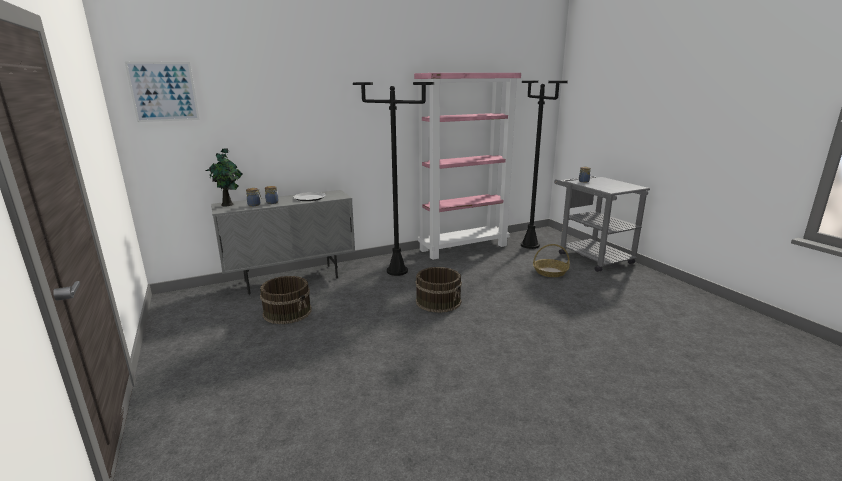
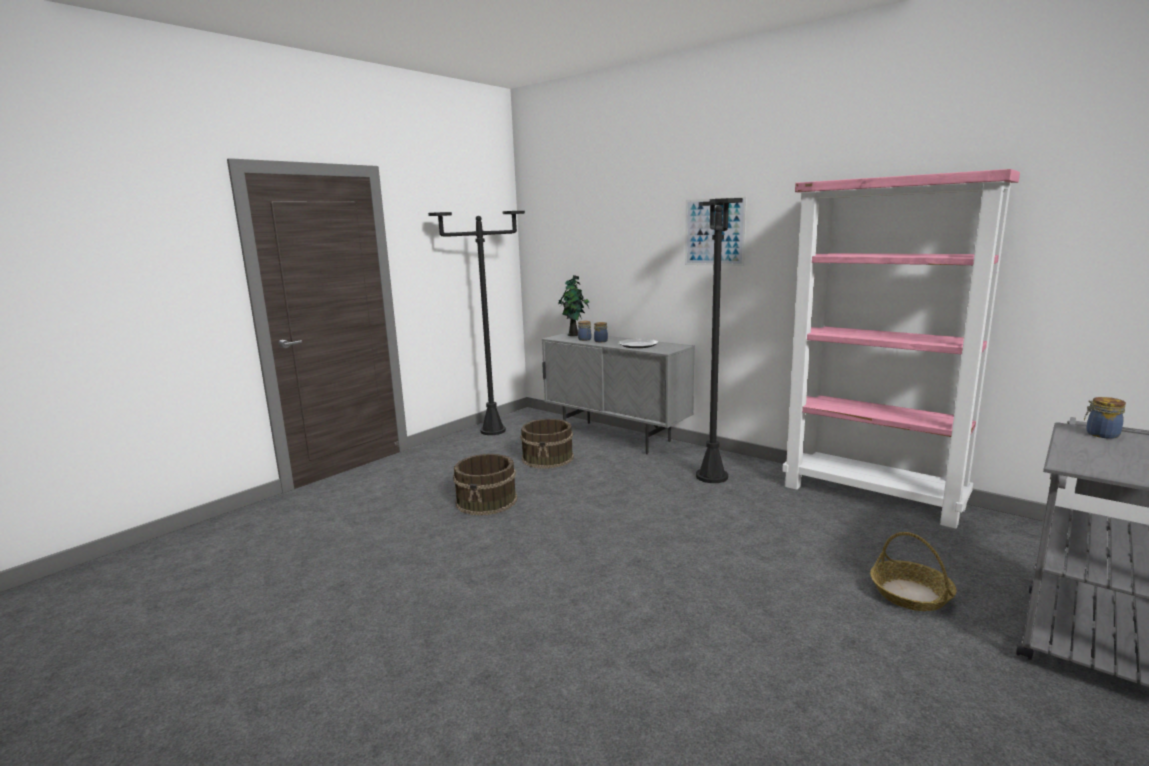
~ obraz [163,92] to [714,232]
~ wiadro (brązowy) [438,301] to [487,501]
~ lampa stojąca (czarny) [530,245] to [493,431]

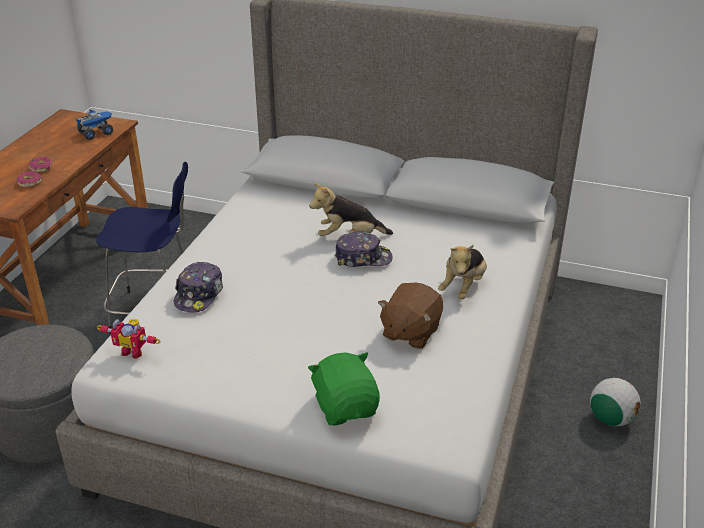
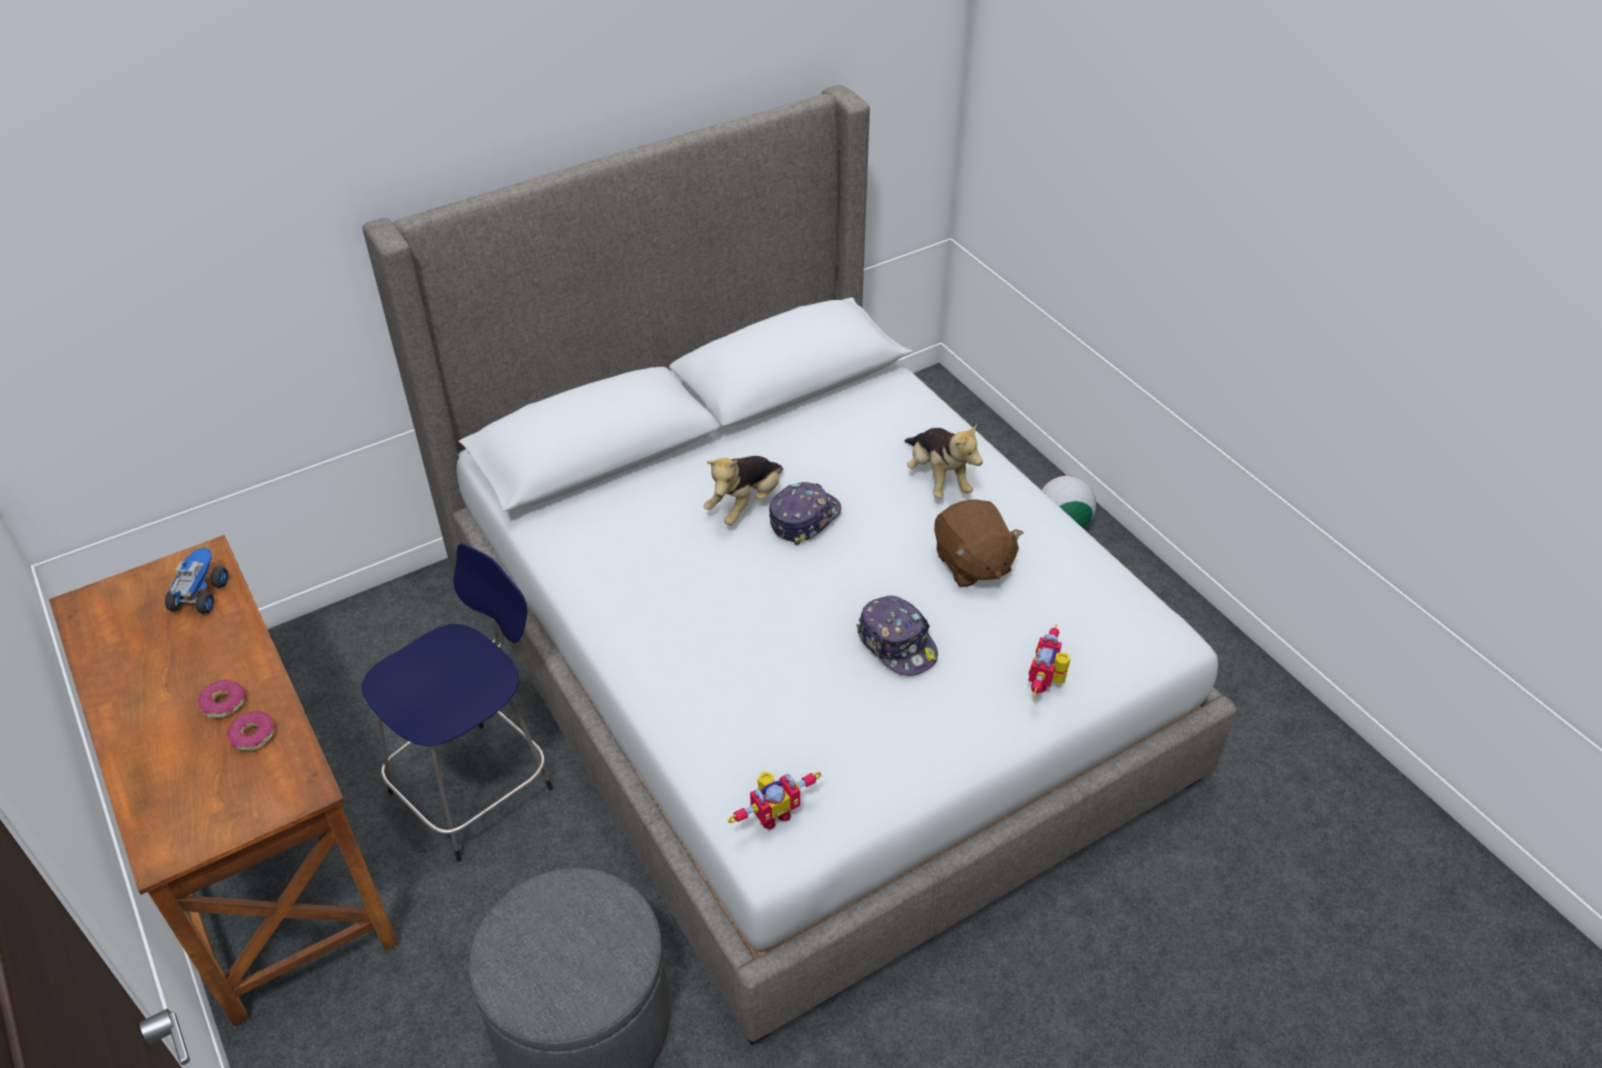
~ czapka z daszkiem [199,294] to [897,644]
~ pluszak (zielony) [346,407] to robot zabawkowy [1046,683]

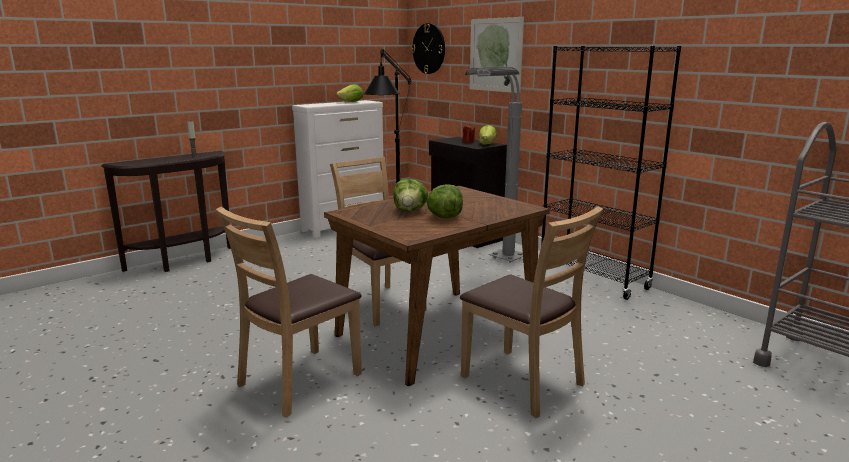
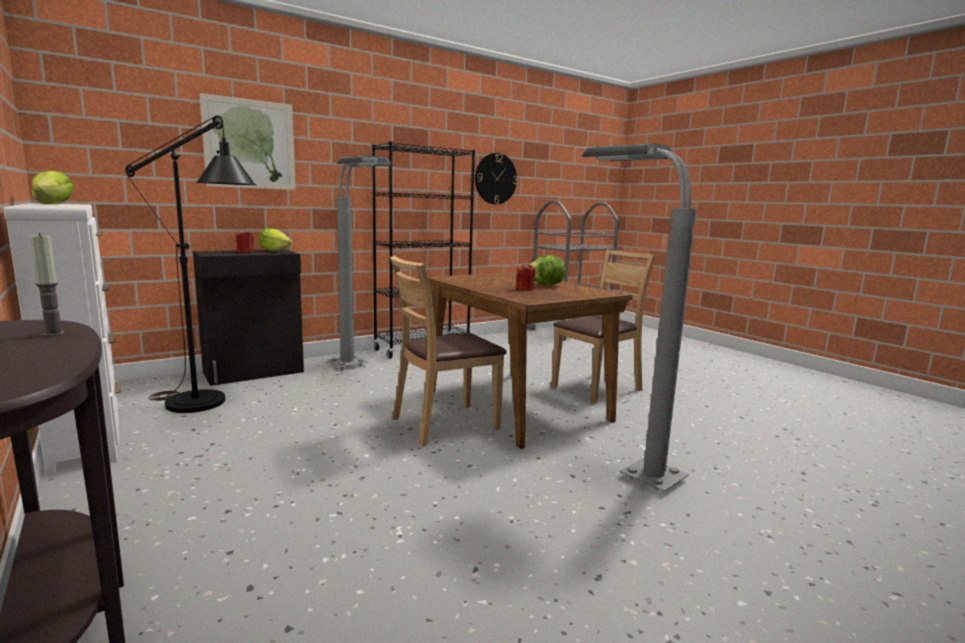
~ zegar ścienny [429,48] to [495,178]
~ krzesło (brązowy) [299,381] to lampa stojąca (szary) [622,466]
~ sałata [410,211] to świeca (czerwony) [525,289]

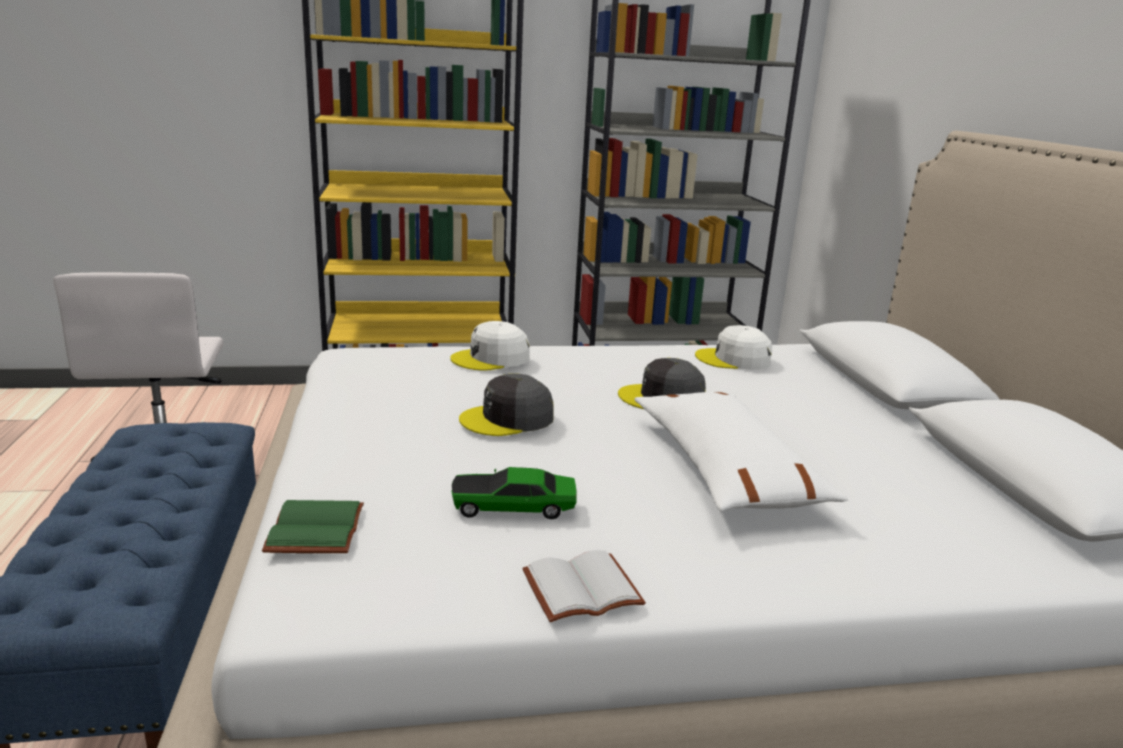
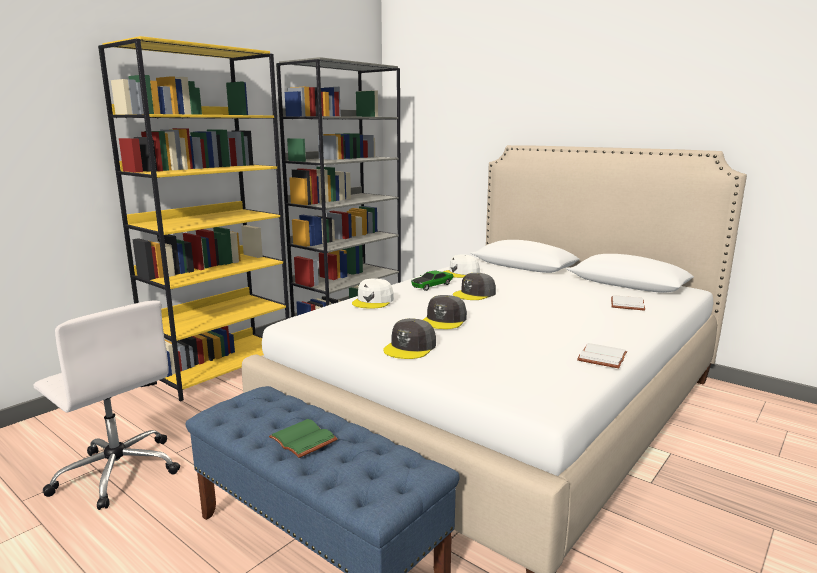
- poduszka (biały) [725,469]
+ czapka z daszkiem (szary) [410,347]
+ książka (biały) [626,304]
~ książka (zielony) [318,530] to [305,439]
~ samochodzik [513,507] to [432,286]

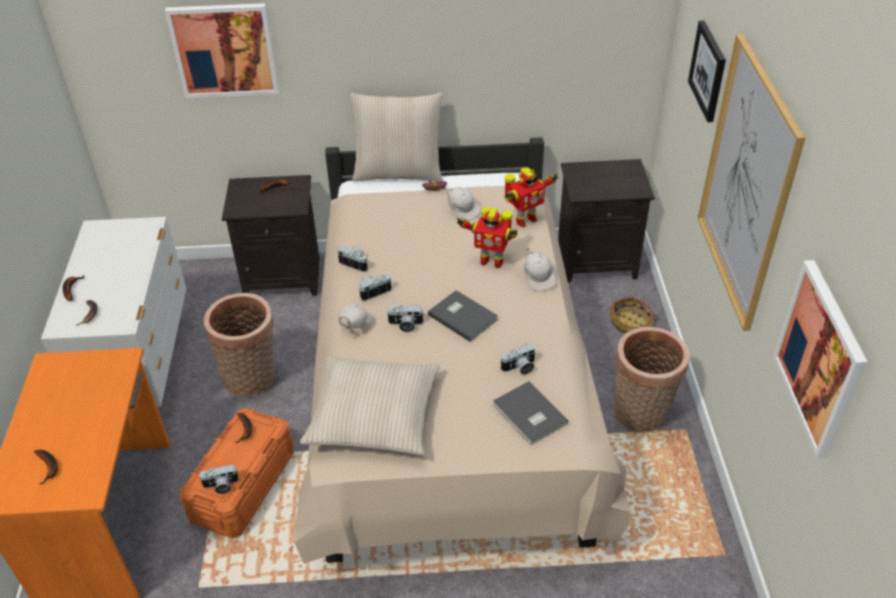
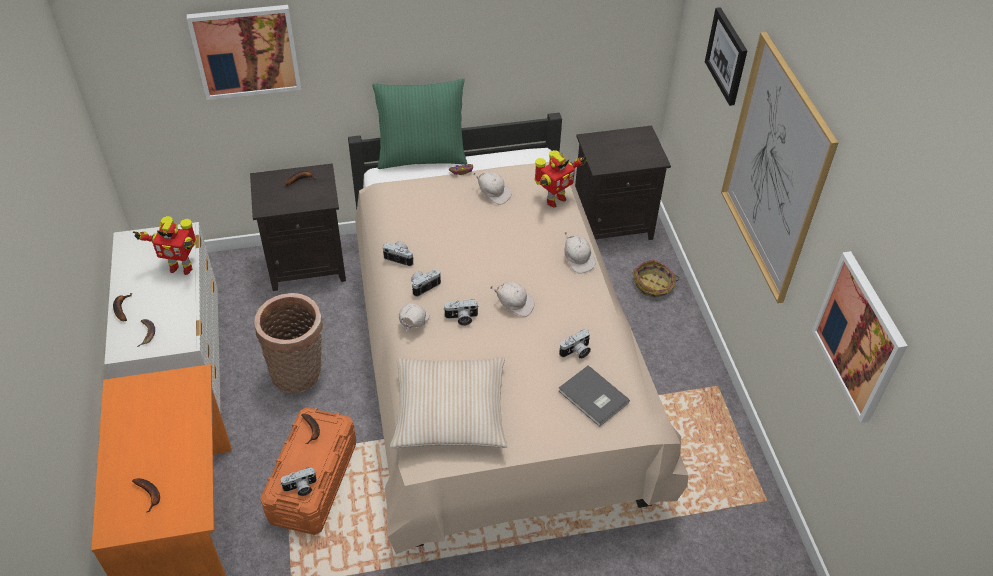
- koszyk [640,416]
~ robot zabawkowy [491,260] to [180,267]
~ książka (szary) [463,316] to czapka z daszkiem (biały) [514,304]
~ poduszka (beżowy) [398,173] to poduszka (zielony) [422,156]

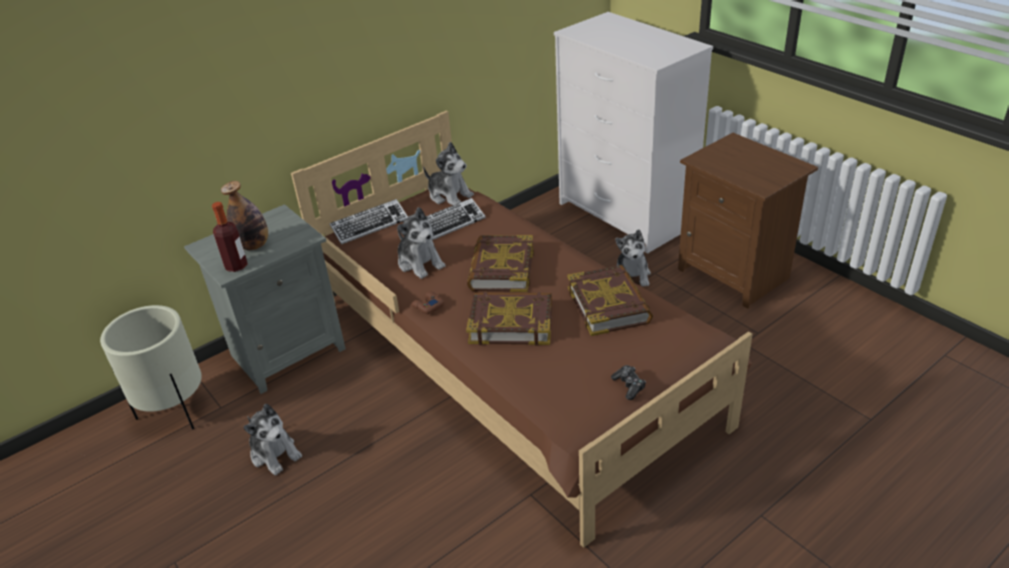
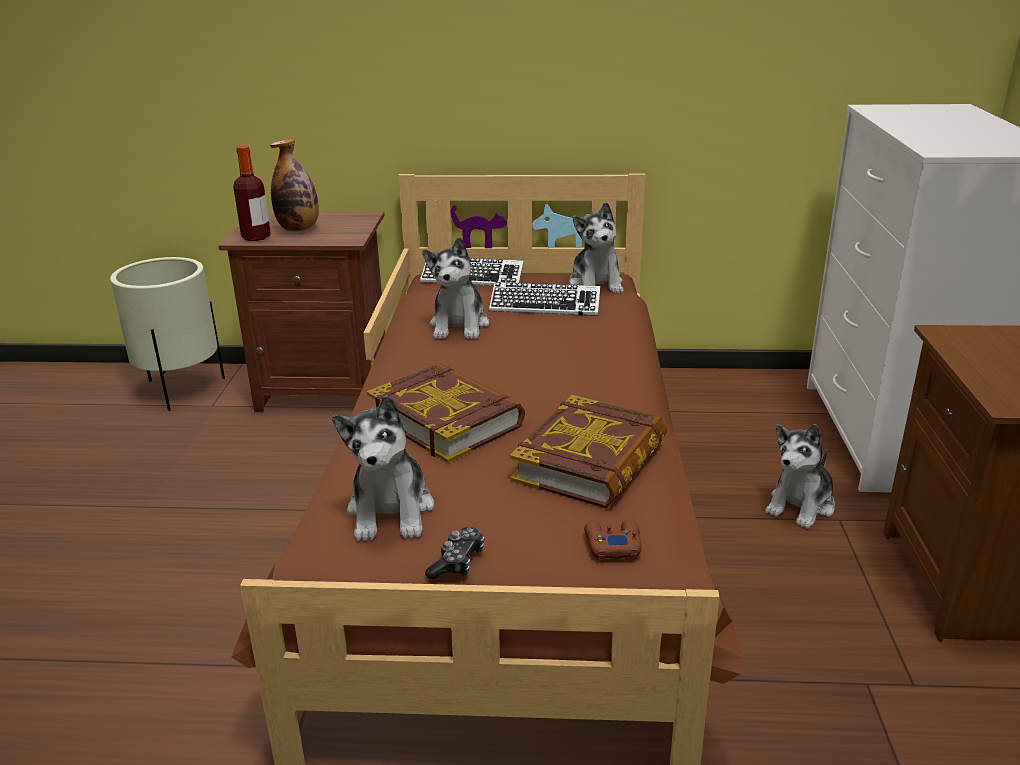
- książka [501,269]
~ pluszak [275,453] to [391,511]
~ pad do gier (brązowy) [427,306] to [612,544]
~ szafka nocna (szary) [286,351] to szafka nocna (brązowy) [326,389]

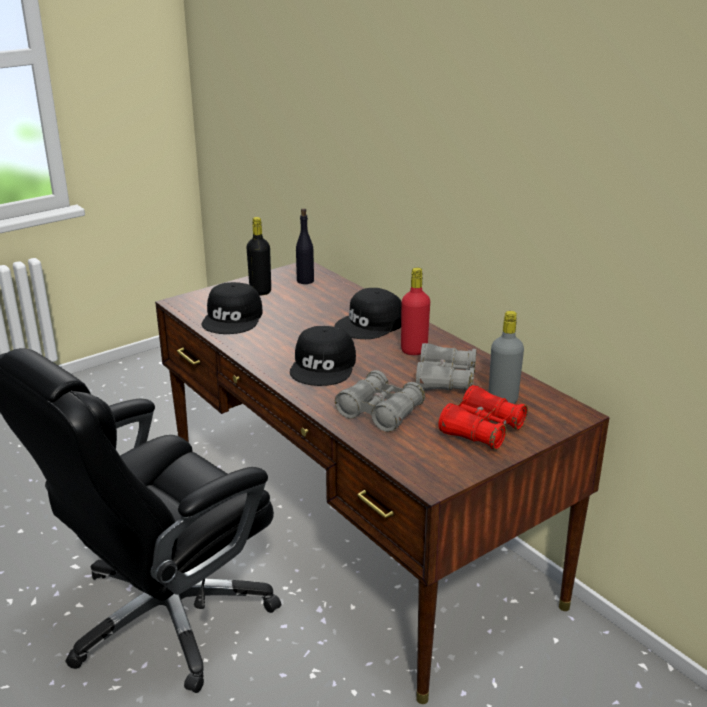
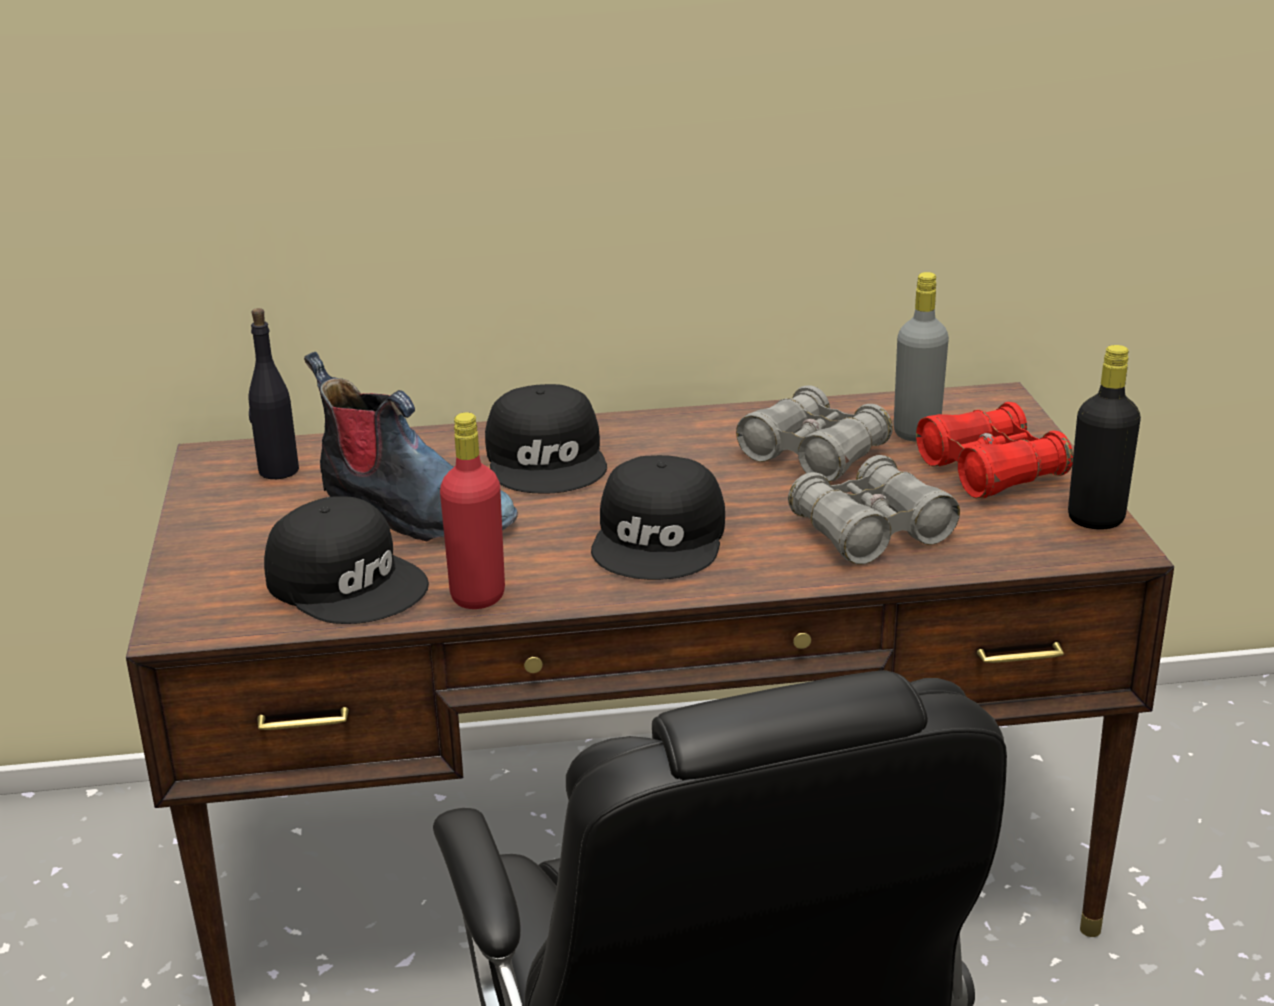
+ but z cholewką [412,513]
~ butelka (czarny) [260,291] to [1095,519]
~ butelka (czerwony) [414,350] to [478,596]
~ czapka z daszkiem (czarny) [324,366] = [661,539] 60 degrees clockwise

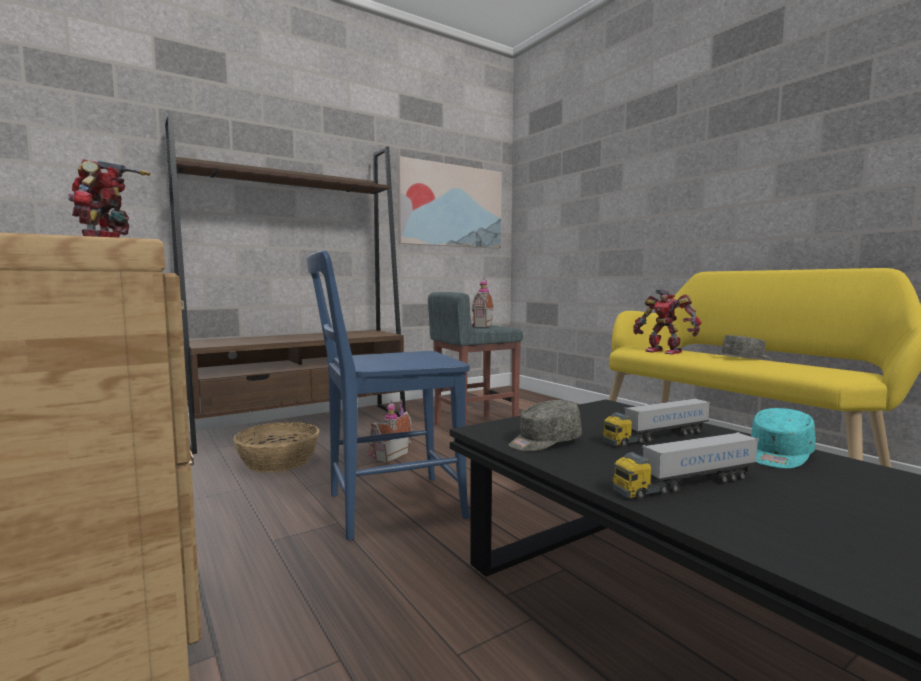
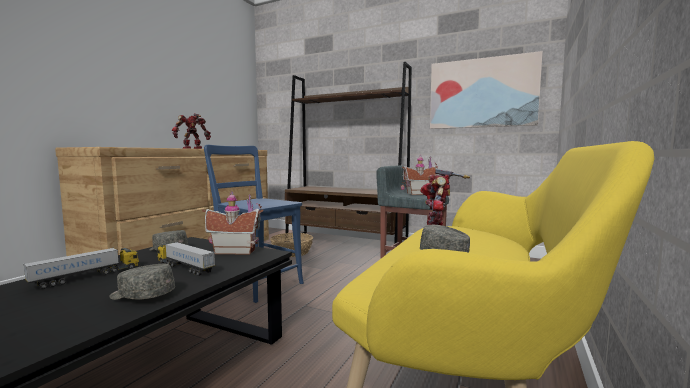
~ domek [389,456] to [235,251]
~ czapka z daszkiem (turkusowy) [779,455] to czapka z daszkiem (szary) [141,295]
~ ciężarówka zabawkowa [686,484] = [88,276] 90 degrees clockwise

